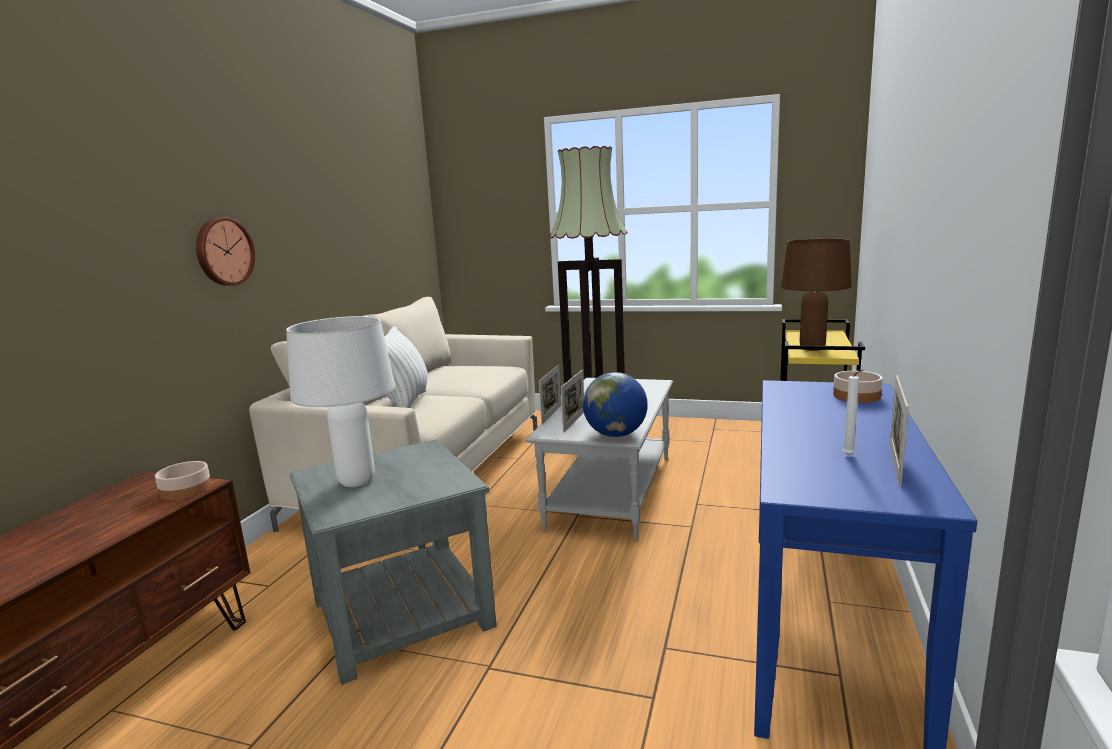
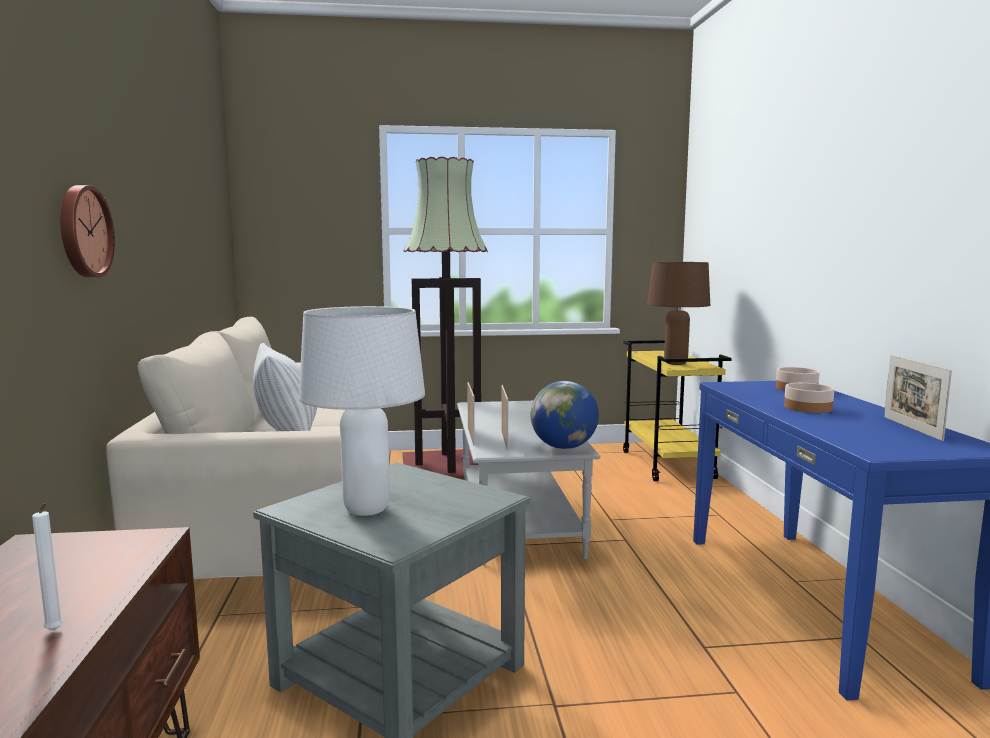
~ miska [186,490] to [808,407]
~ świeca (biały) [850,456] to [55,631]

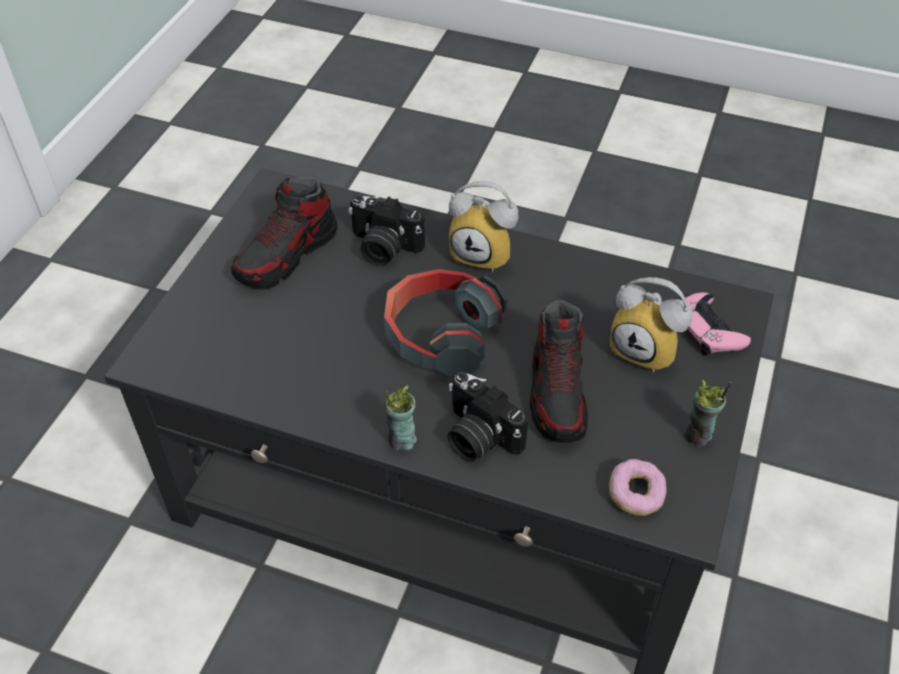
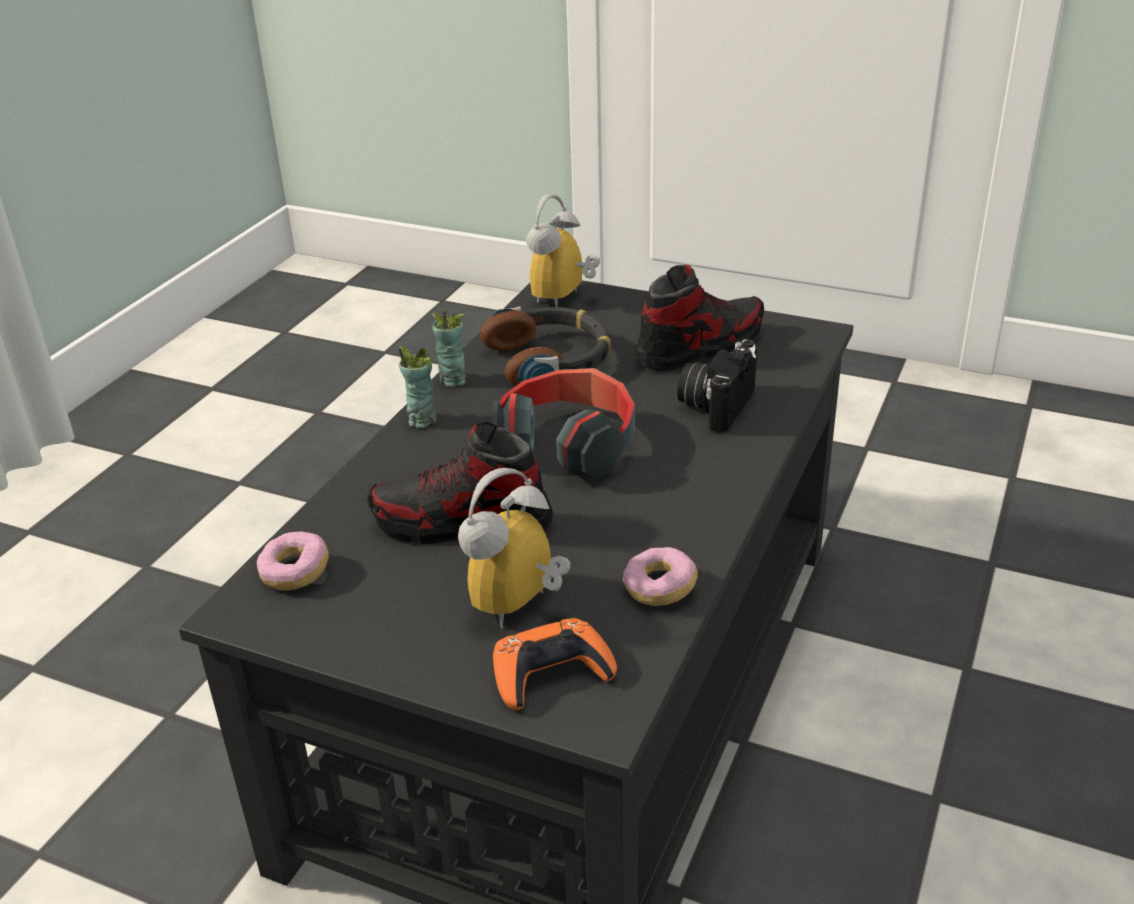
- aparat fotograficzny [477,437]
+ słuchawki [550,360]
+ donut [659,589]
~ budzik [484,253] to [565,299]
~ filiżanka [698,436] to [452,379]
~ pad do gier (różowy) [708,330] to pad do gier (pomarańczowy) [551,673]
~ but [287,255] = [699,347] 105 degrees clockwise

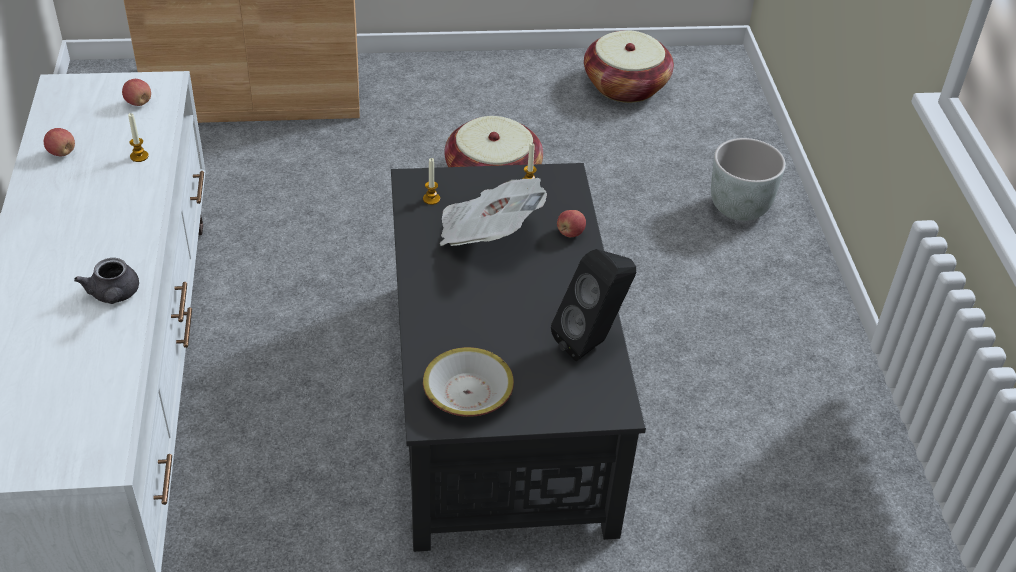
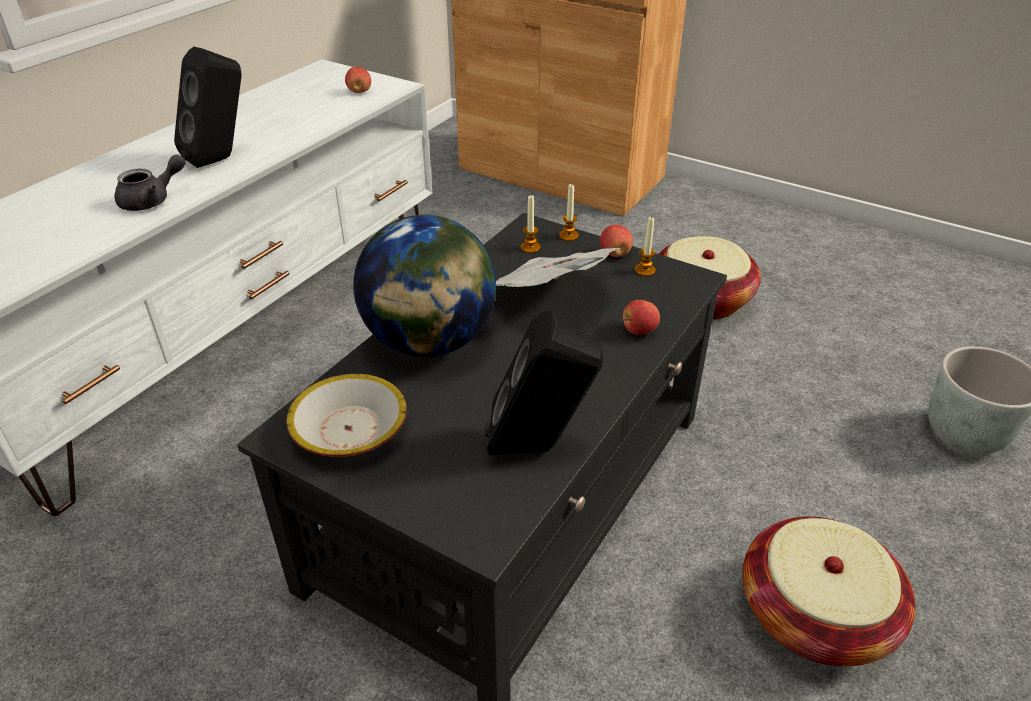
+ głośnik (czarny) [222,159]
+ globus [430,342]
~ jabłko [62,153] to [615,253]
~ świeca [139,156] to [568,236]
~ koszyk [625,86] to [814,615]
~ imbryk (szary) [114,295] = [152,200] 150 degrees counterclockwise

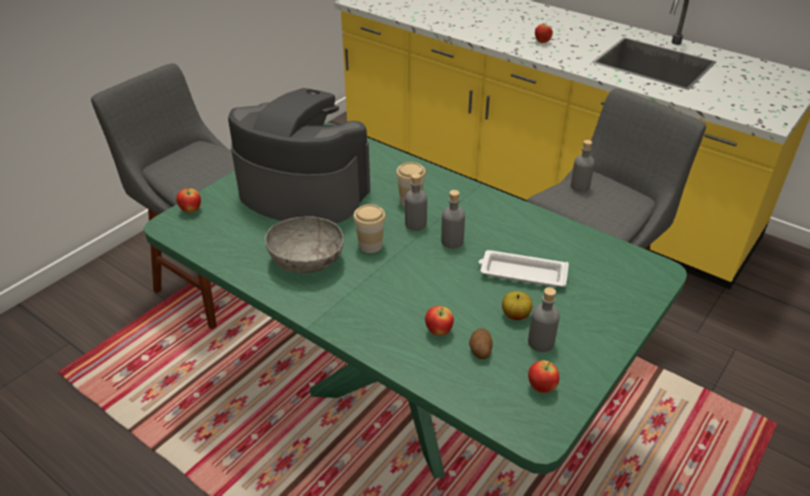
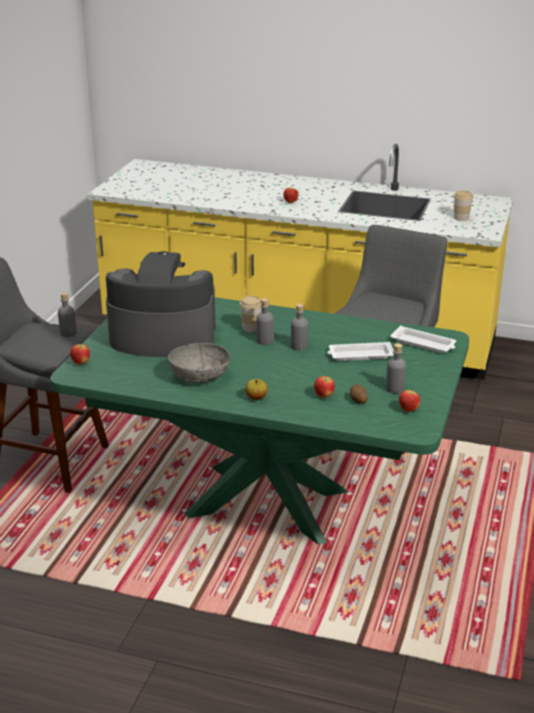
+ taca (biały) [424,344]
~ filiżanka [370,245] to [461,218]
~ jabłko [515,315] to [256,398]
~ butelka (szary) [580,186] to [68,333]

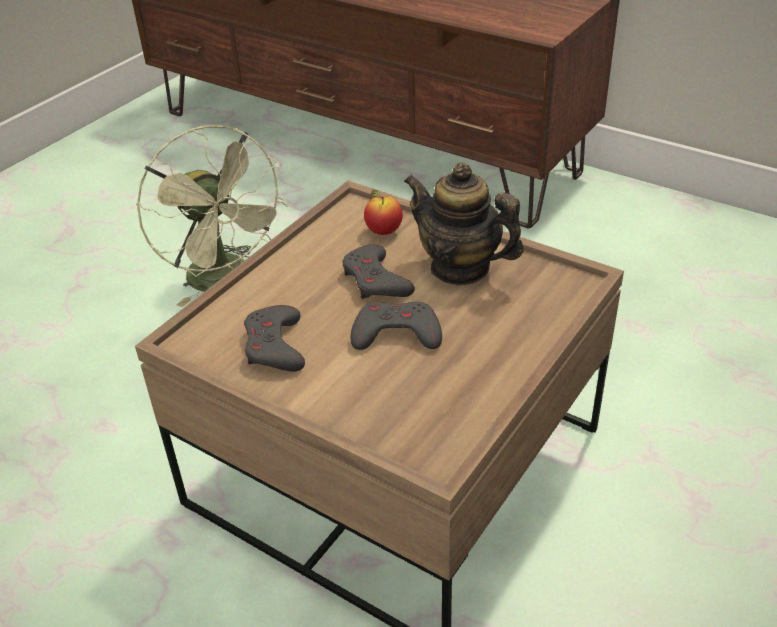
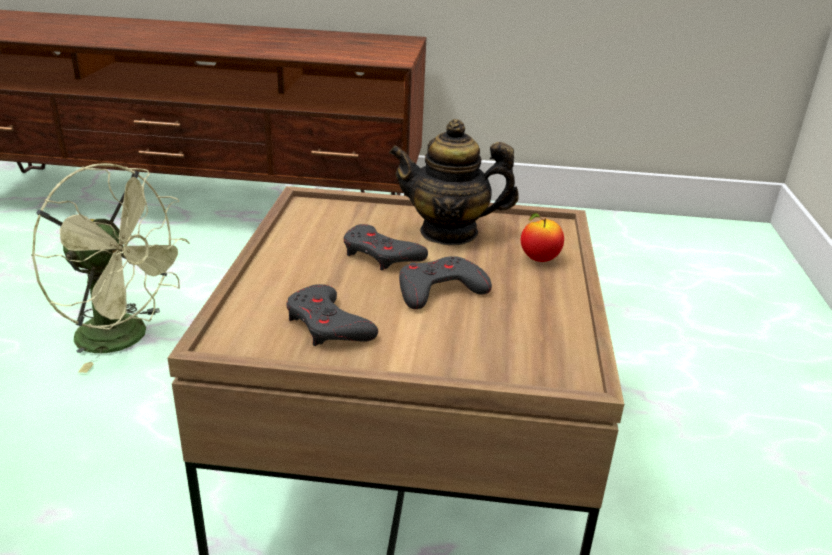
~ jabłko [383,231] to [539,259]

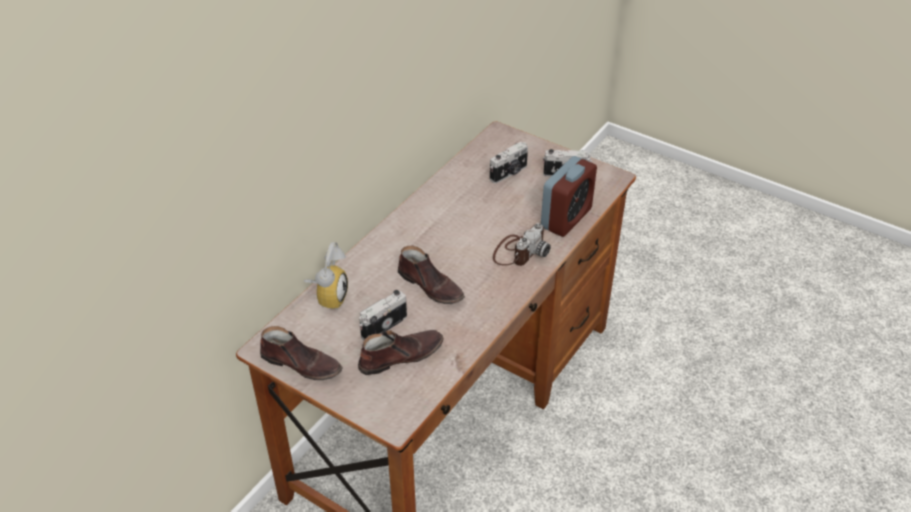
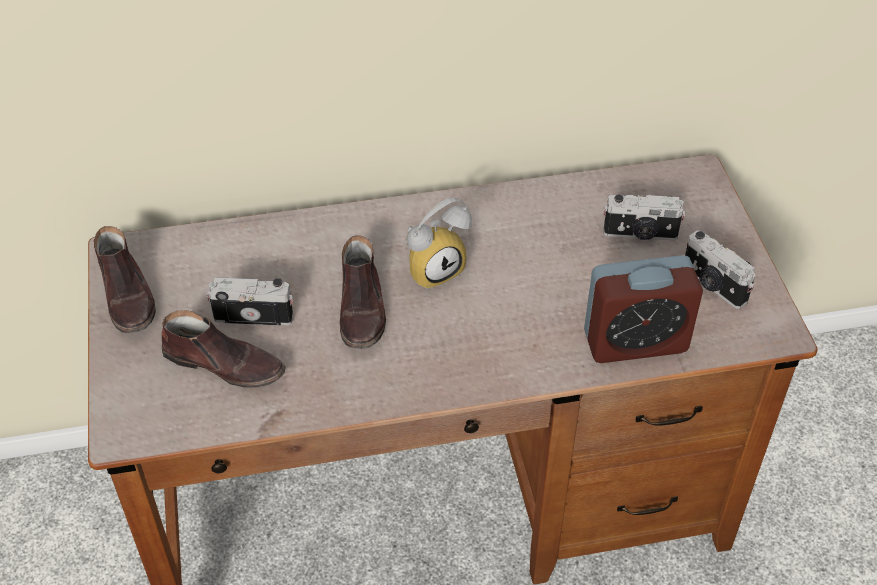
- aparat fotograficzny [519,251]
~ budzik [328,297] to [434,268]

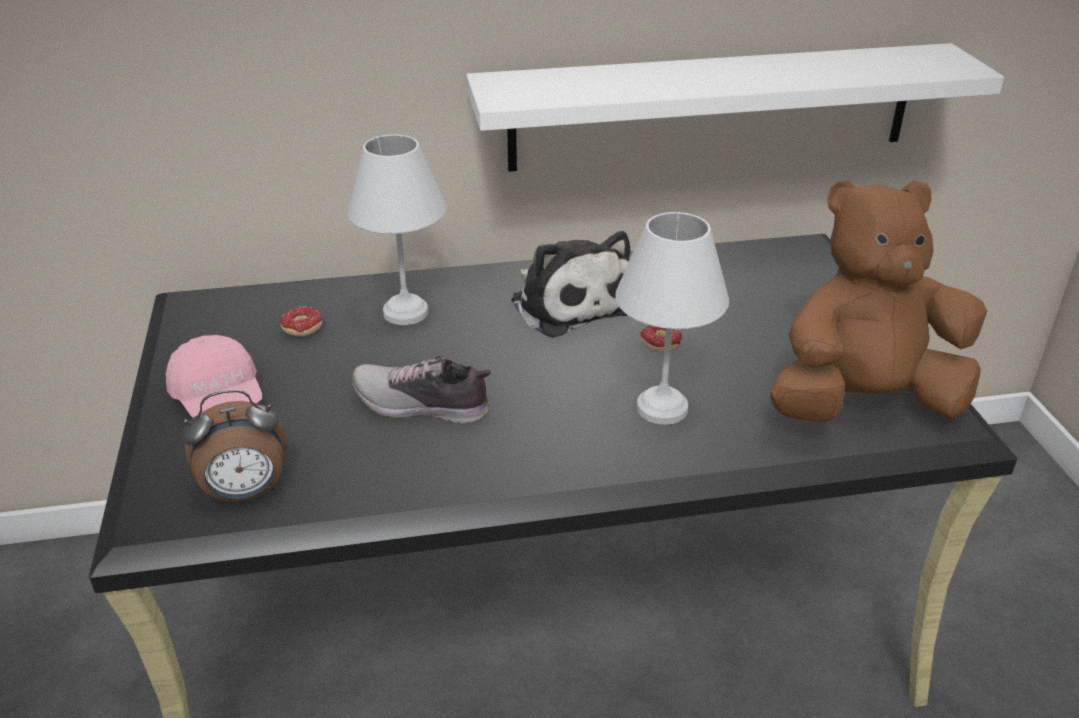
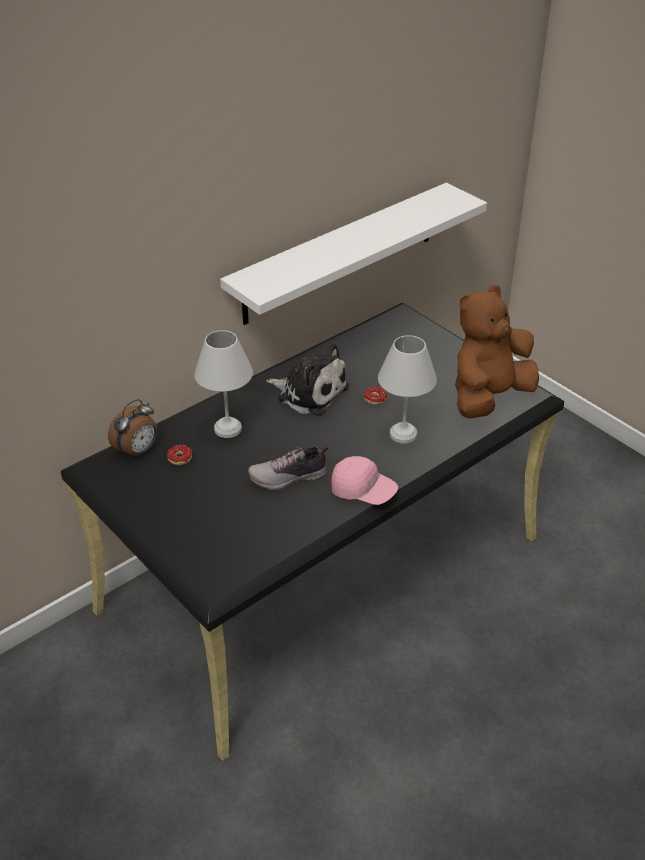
~ czapka z daszkiem (różowy) [219,399] to [363,491]
~ budzik [246,493] to [138,451]

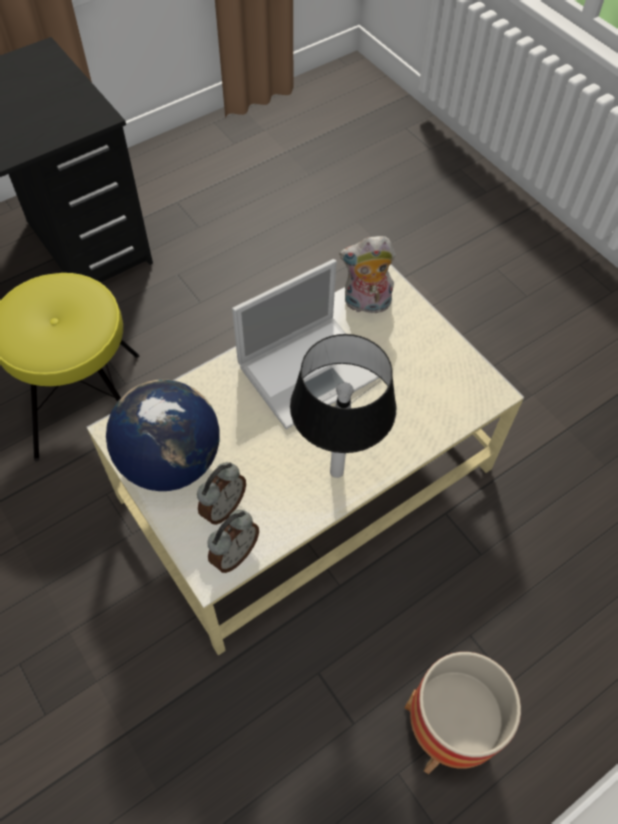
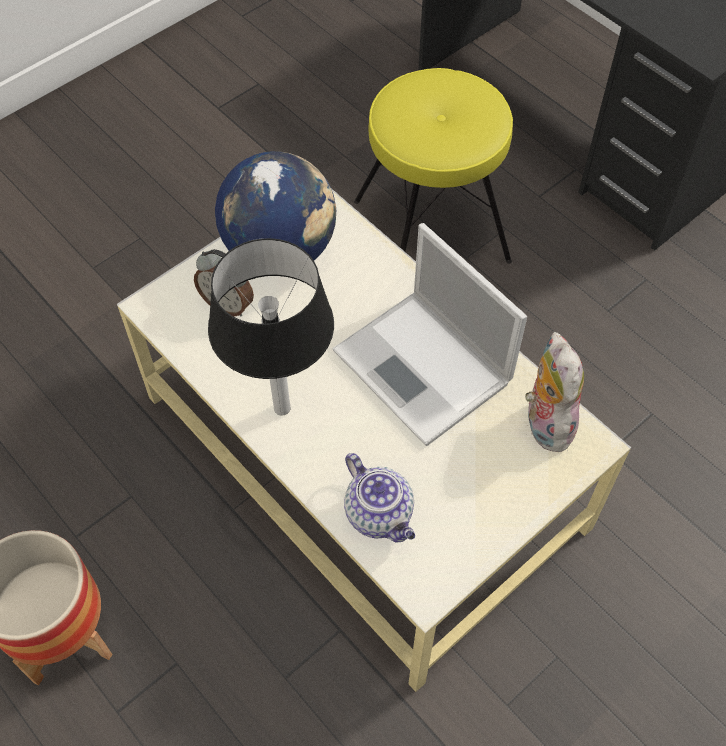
- budzik [234,554]
+ imbryk [380,514]

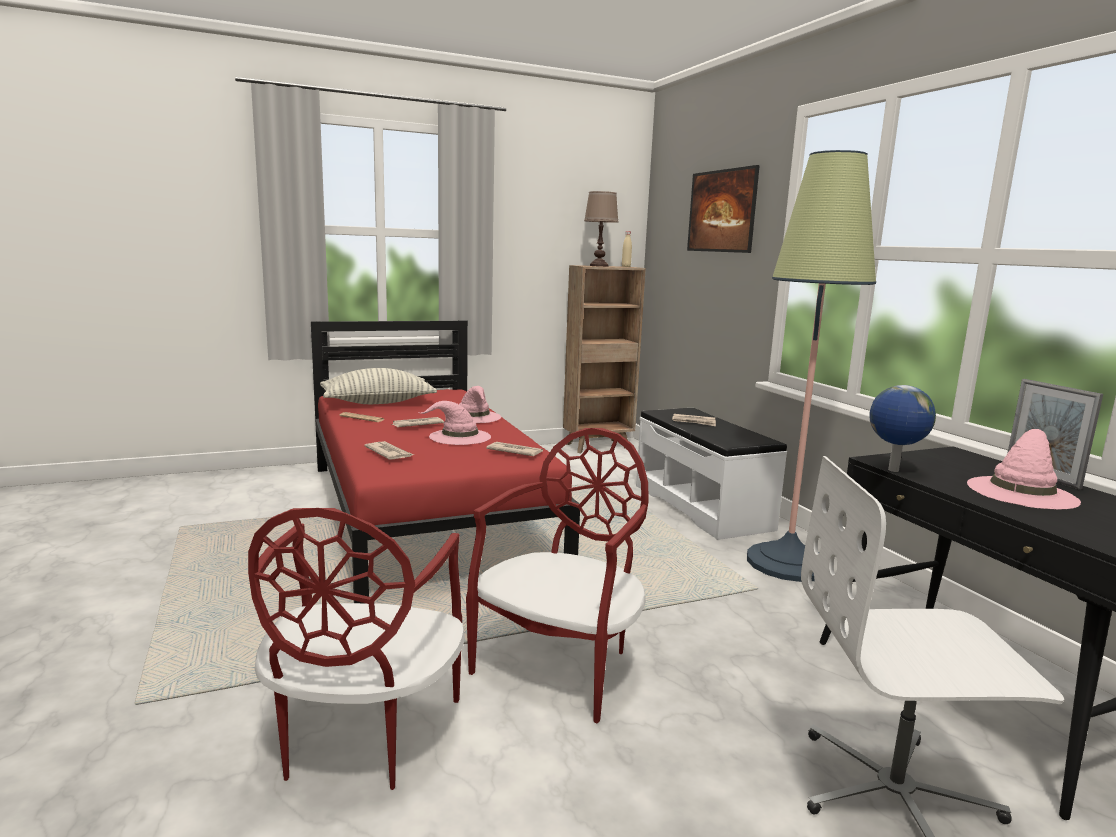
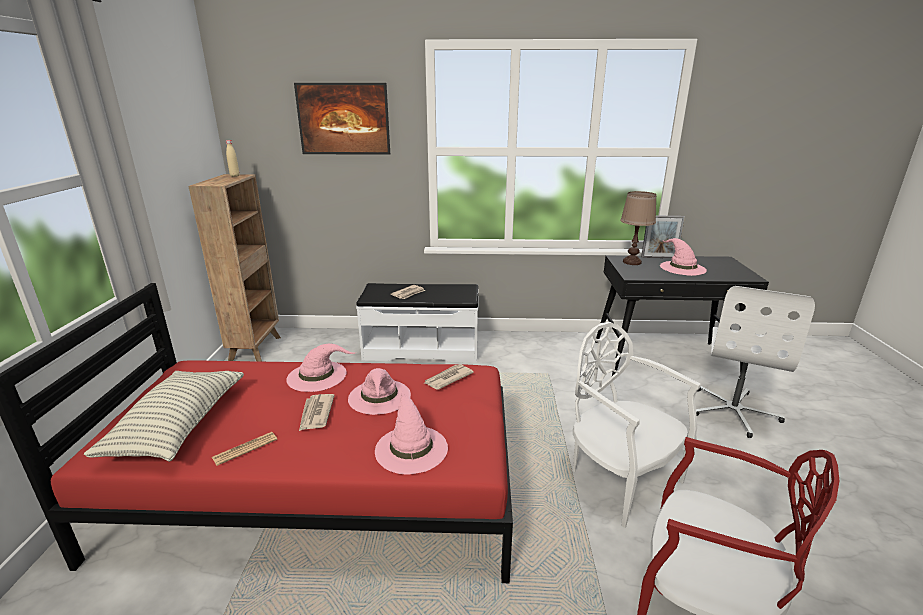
- lampa stojąca [787,563]
- globus [893,470]
~ lampa stołowa (brązowy) [598,266] to [632,262]
~ gazeta [389,453] to kapelusz (różowy) [410,448]
~ krzesło (czerwony) [561,665] to krzesło (biały) [620,478]

